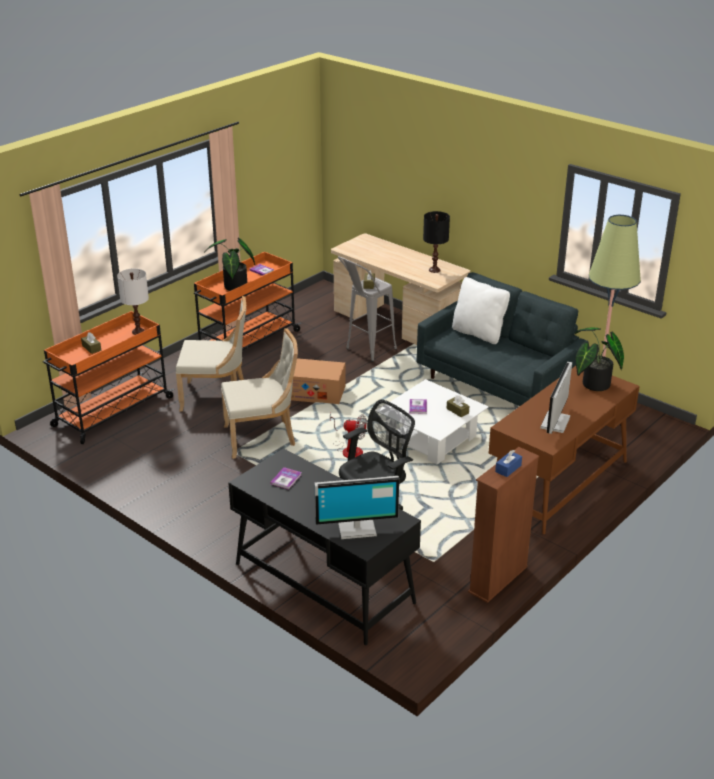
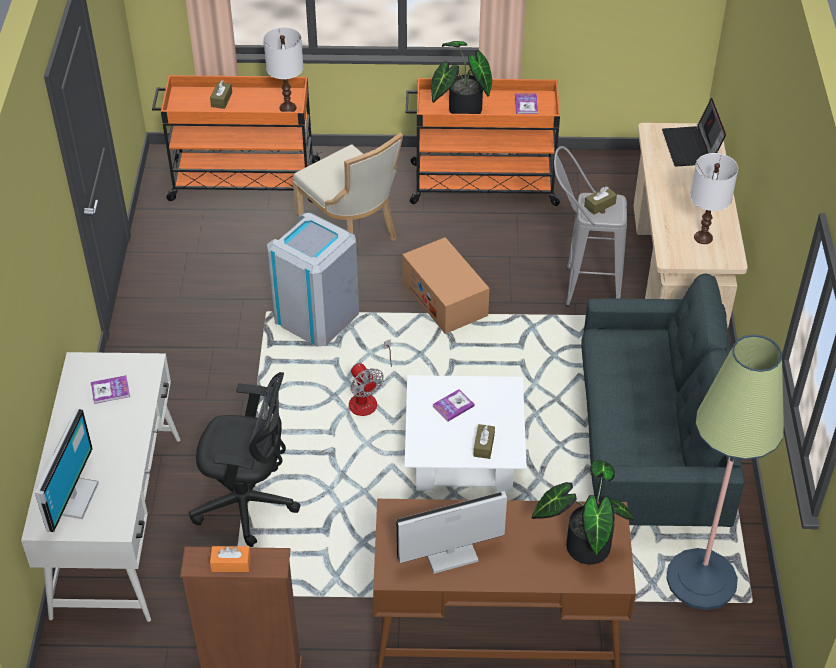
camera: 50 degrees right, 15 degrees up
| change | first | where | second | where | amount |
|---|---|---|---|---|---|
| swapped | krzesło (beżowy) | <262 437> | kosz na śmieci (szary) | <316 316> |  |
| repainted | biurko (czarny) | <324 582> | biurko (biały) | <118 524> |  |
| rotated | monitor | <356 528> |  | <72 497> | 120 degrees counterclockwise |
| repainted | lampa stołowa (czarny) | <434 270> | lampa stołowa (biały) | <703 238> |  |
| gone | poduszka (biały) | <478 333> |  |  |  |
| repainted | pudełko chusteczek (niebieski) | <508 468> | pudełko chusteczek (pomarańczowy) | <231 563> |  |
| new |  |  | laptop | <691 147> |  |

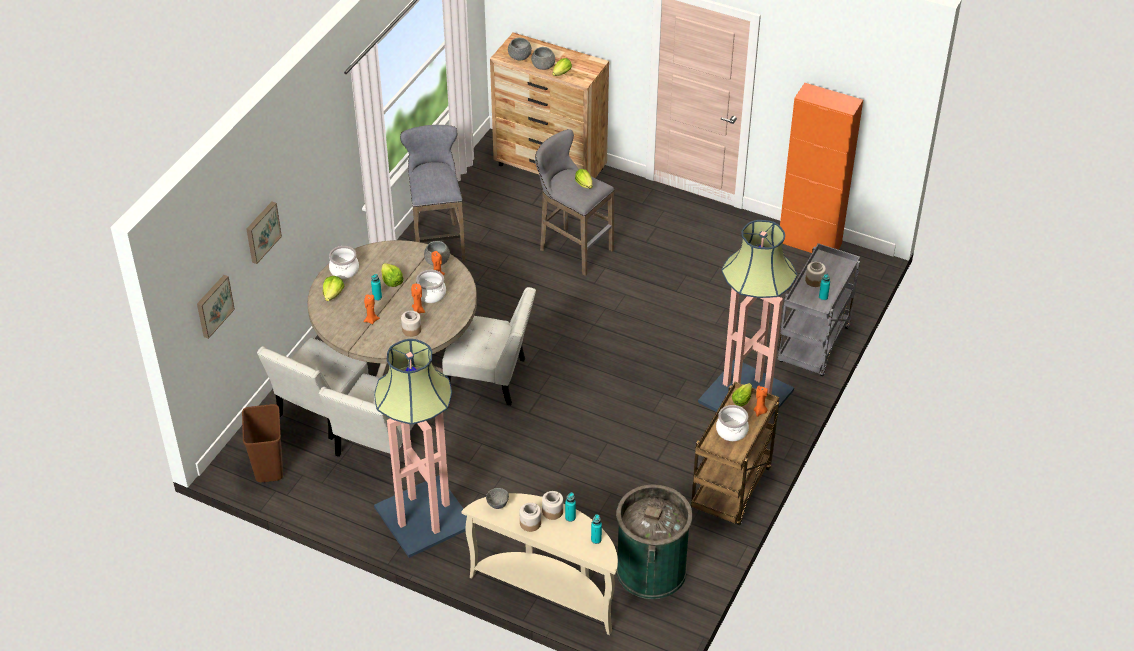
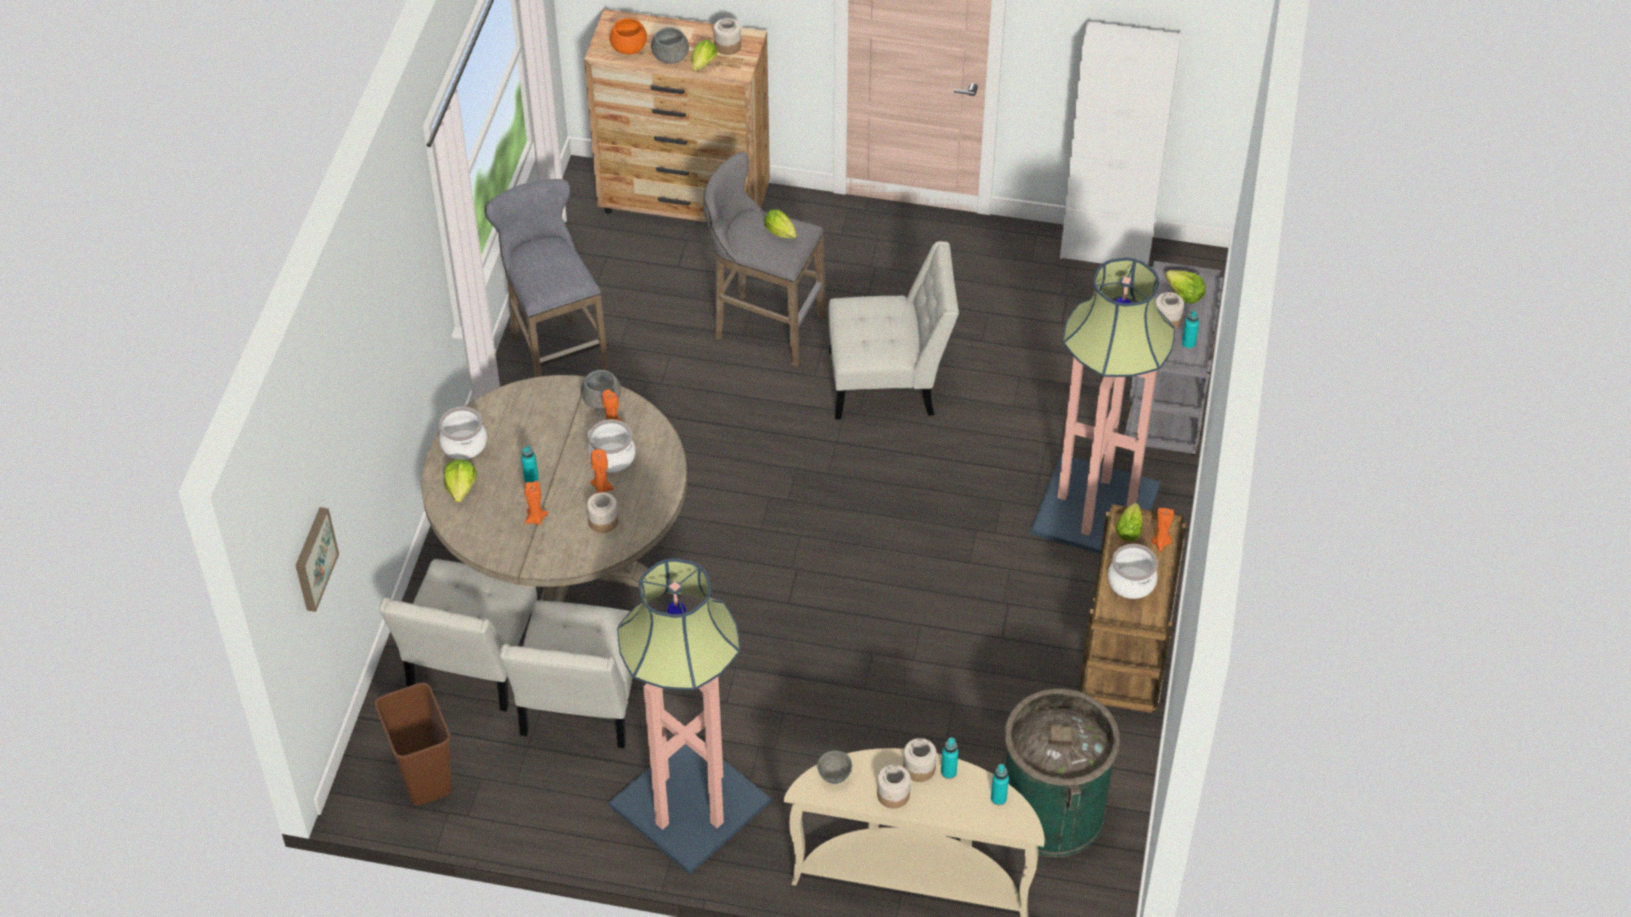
camera: 15 degrees left, 5 degrees up
| change | first | where | second | where | amount |
|---|---|---|---|---|---|
| gone | obraz | <261 231> |  |  |  |
| shifted | sałata | <391 281> |  | <1184 295> |  |
| shifted | krzesło (biały) | <490 378> |  | <889 382> |  |
| repainted | miska (szary) | <520 56> | miska (pomarańczowy) | <629 46> |  |
| repainted | szafka (pomarańczowy) | <809 243> | szafka (biały) | <1105 250> |  |
| new |  |  | słoik | <727 46> |  |

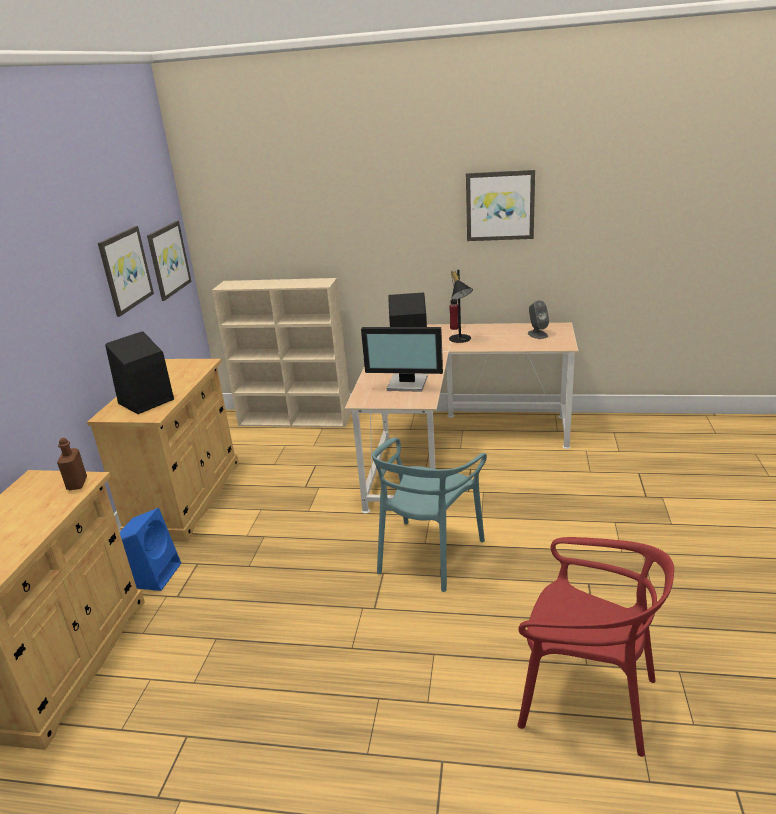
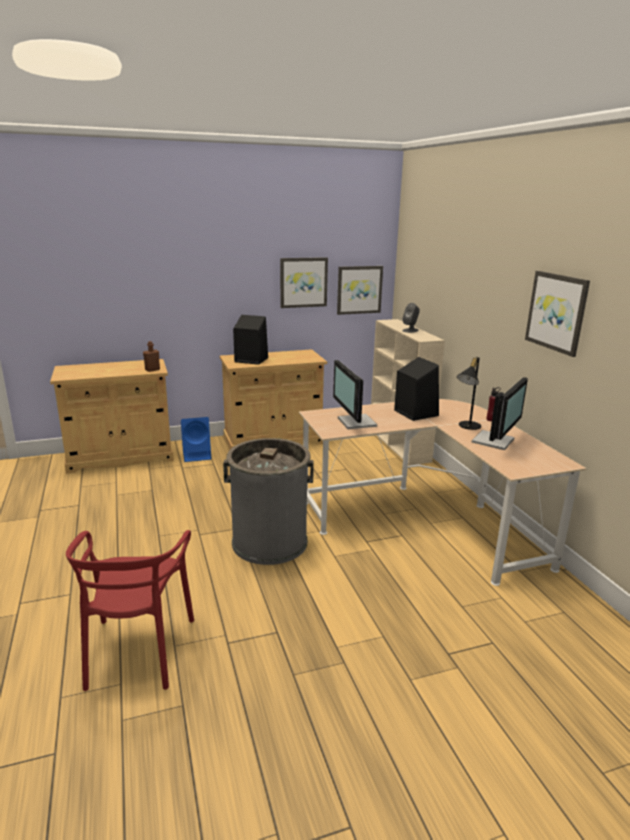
camera: 60 degrees right, 5 degrees down
| change | first | where | second | where | amount |
|---|---|---|---|---|---|
| swapped | krzesło (turkusowy) | <428 554> | kosz na śmieci (szary) | <269 542> |  |
| shifted | głośnik (szary) | <537 334> |  | <410 330> |  |
| new |  |  | monitor | <495 441> |  |

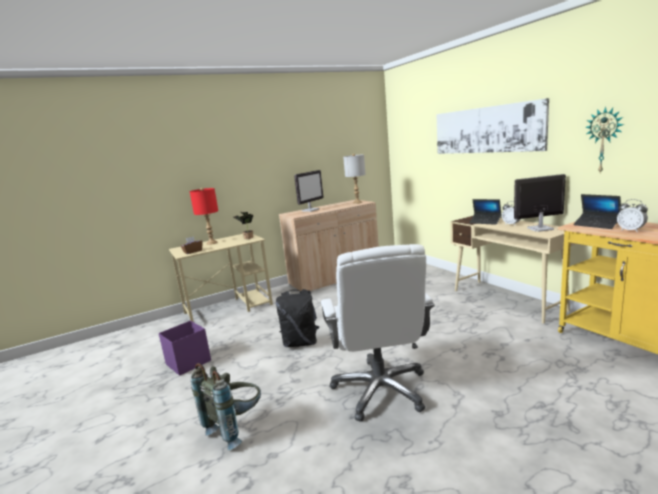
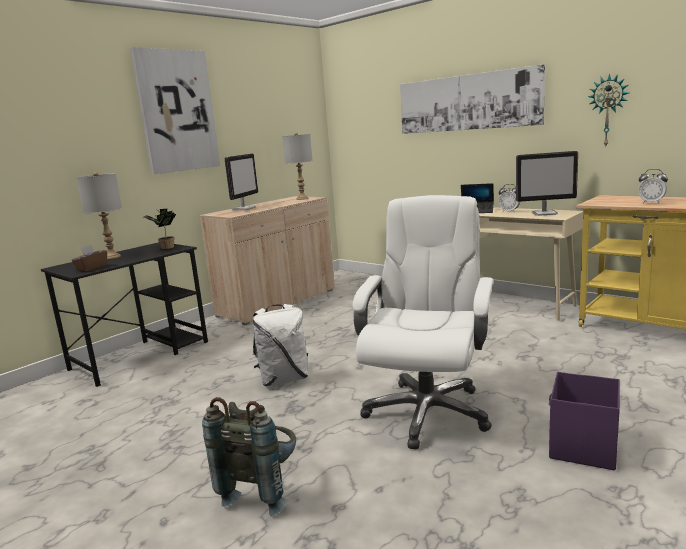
camera: 20 degrees left, 0 degrees up
| change | first | where | second | where | amount |
|---|---|---|---|---|---|
| shifted | pojemnik do przechowywania (fioletowy) | <188 363> |  | <582 448> |  |
| repainted | biurko (beżowy) | <229 308> | biurko (czarny) | <141 355> |  |
| repainted | lampa stołowa (czerwony) | <211 243> | lampa stołowa (szary) | <111 257> |  |
| repainted | plecak (czarny) | <301 343> | plecak (biały) | <284 379> |  |
| rotated | krzesło biurowe (biały) | <380 390> |  | <427 411> | 135 degrees counterclockwise |
| rotated | monitor | <539 229> |  | <544 213> | 150 degrees counterclockwise |
| gone | laptop | <596 224> |  |  |  |
| new |  |  | obraz | <177 111> |  |

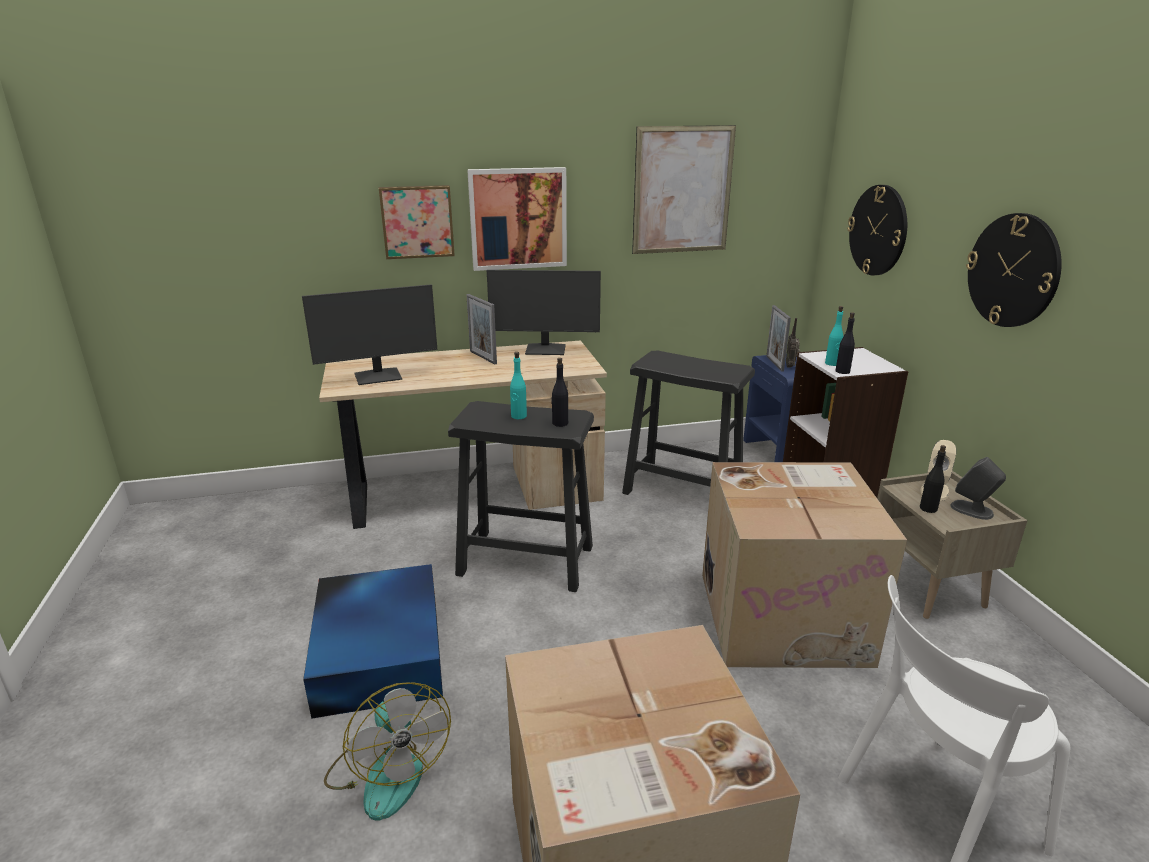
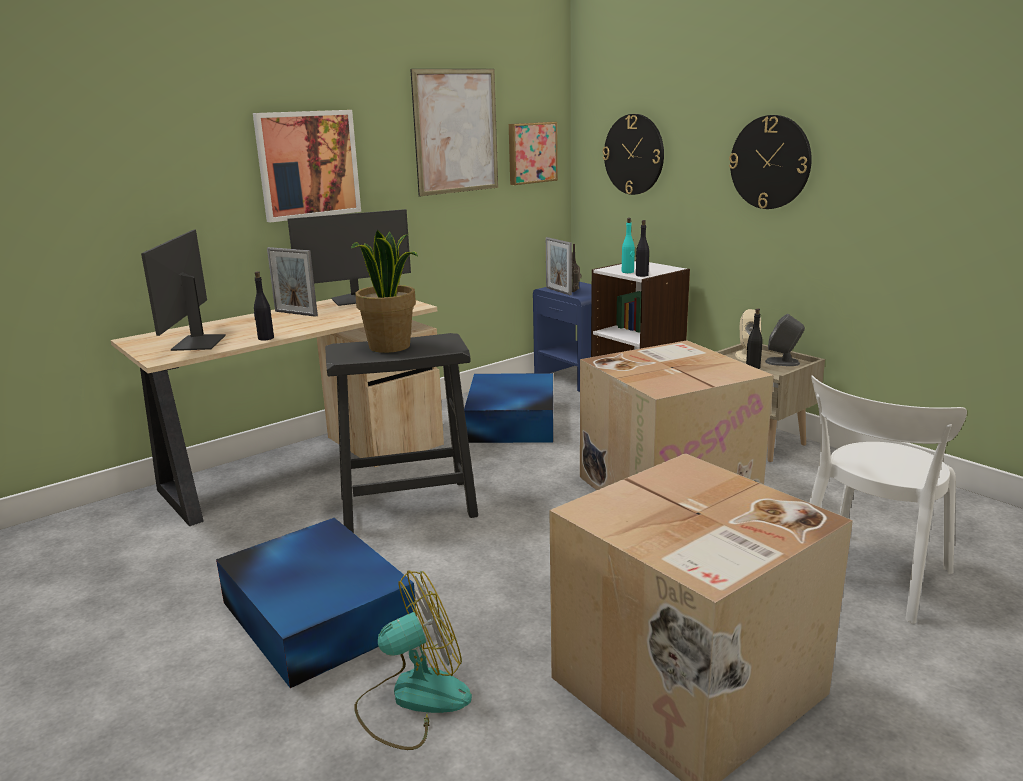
camera: 25 degrees left, 5 degrees down
| change | first | where | second | where | amount |
|---|---|---|---|---|---|
| rotated | monitor | <378 377> |  | <197 343> | 135 degrees clockwise |
| rotated | wentylator | <387 771> |  | <413 699> | 60 degrees counterclockwise |
| shifted | obraz | <417 221> |  | <531 152> |  |
| swapped | butelka (turkusowy) | <518 416> | roślina doniczkowa | <390 347> |  |
| shifted | butelka (czarny) | <560 423> |  | <265 338> |  |
| swapped | stołek (czarny) | <682 490> | pojemnik do przechowywania (niebieski) | <511 422> |  |

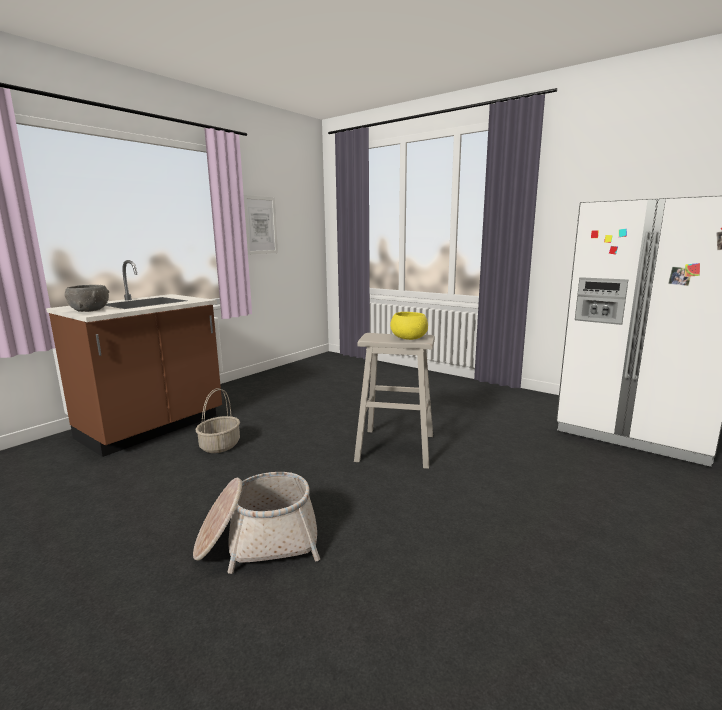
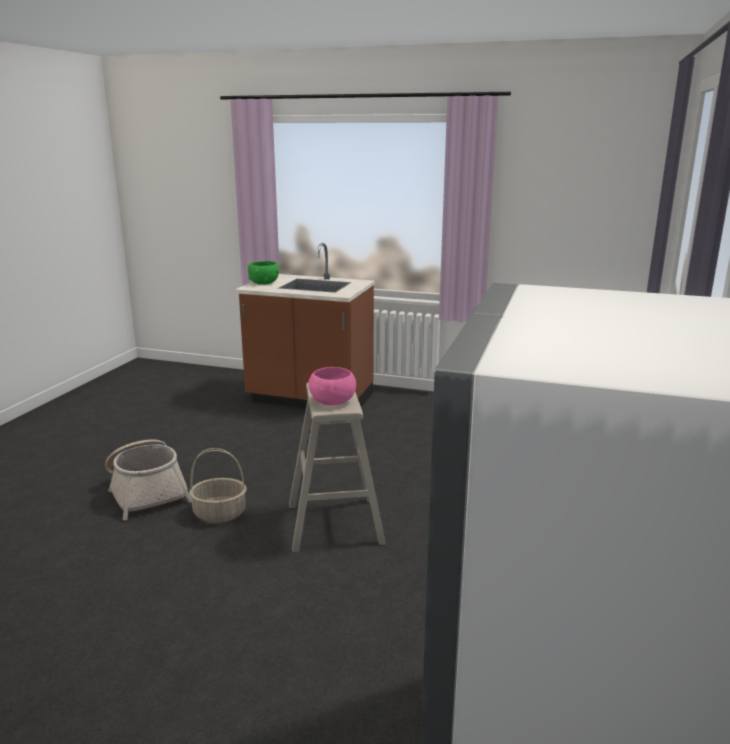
camera: 70 degrees right, 5 degrees up
| change | first | where | second | where | amount |
|---|---|---|---|---|---|
| repainted | miska (szary) | <89 310> | miska (zielony) | <264 283> |  |
| shifted | koszyk | <220 445> |  | <220 513> |  |
| gone | obraz | <260 225> |  |  |  |
| repainted | miska (żółty) | <409 338> | miska (różowy) | <332 401> |  |

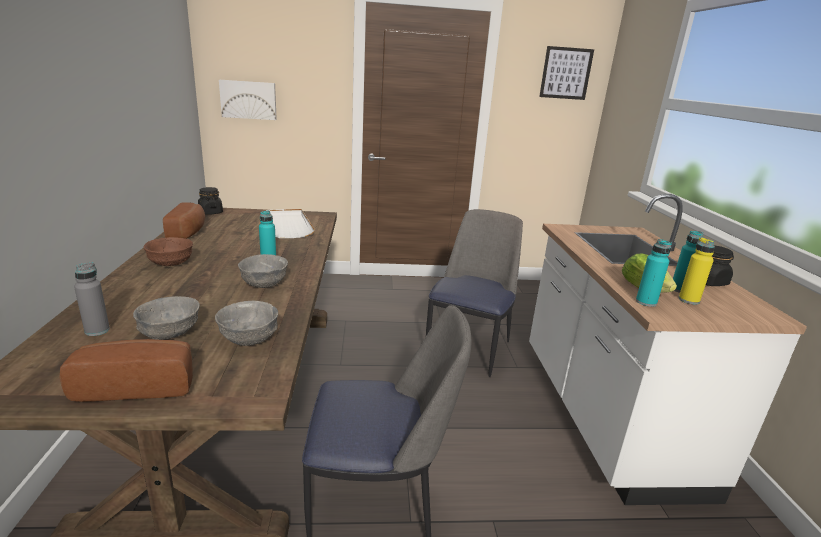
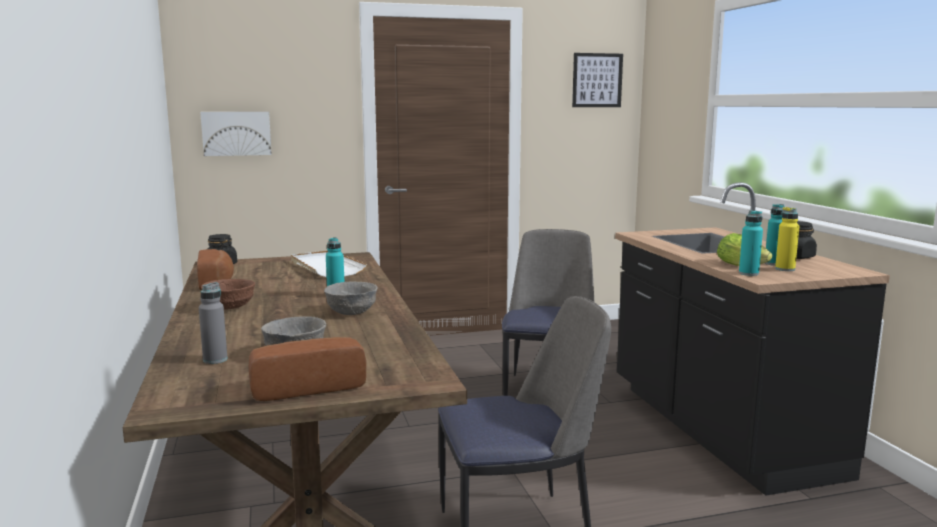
camera: 10 degrees left, 10 degrees down
| change | first | where | second | where | amount |
|---|---|---|---|---|---|
| gone | miska (szary) | <250 338> |  |  |  |
| repainted | zabudowa kuchenna (biały) | <604 416> | zabudowa kuchenna (czarny) | <718 430> |  |

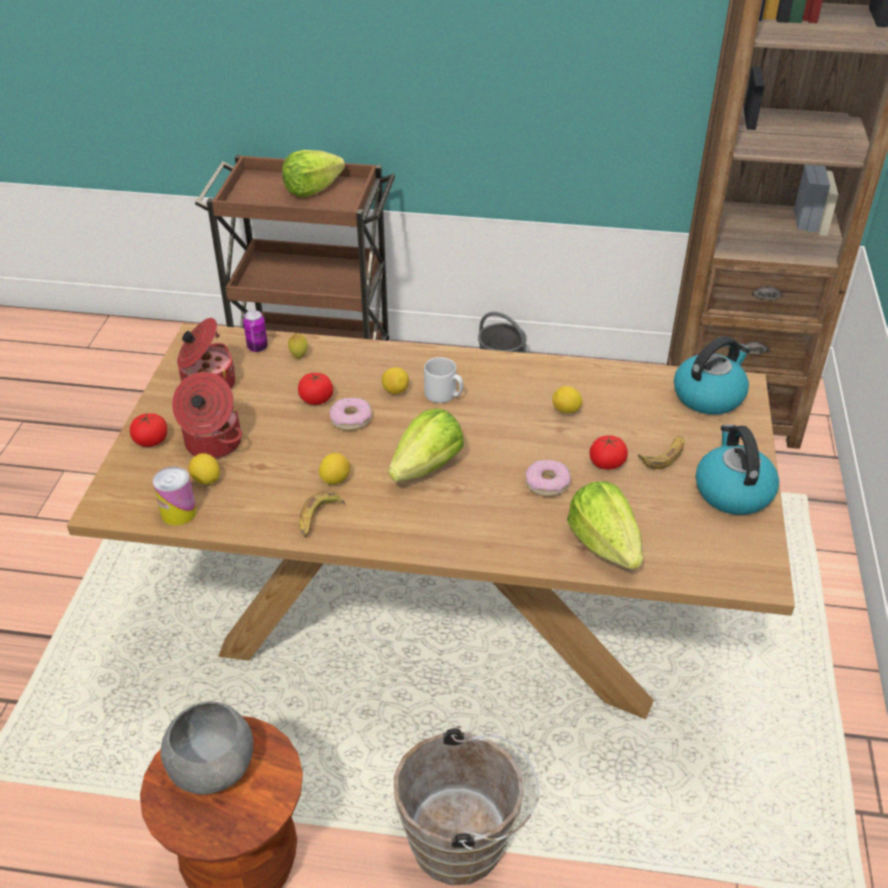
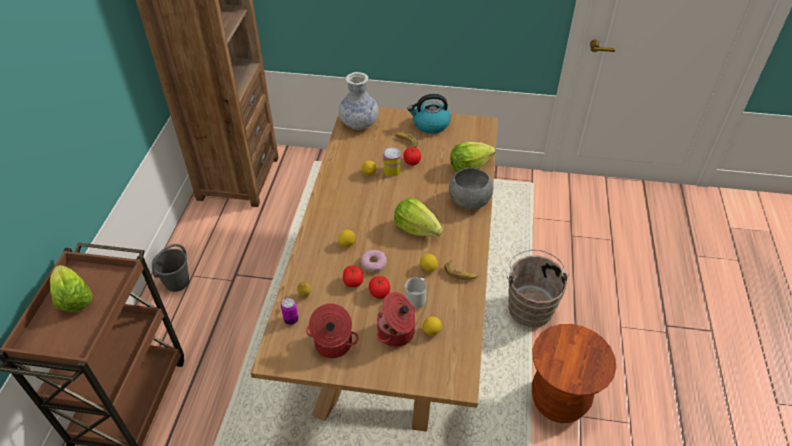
camera: 90 degrees left, 5 degrees up
| change | first | where | second | where | amount |
|---|---|---|---|---|---|
| shifted | pomidor | <151 441> |  | <379 293> |  |
| shifted | puszka | <178 513> |  | <392 170> |  |
| shifted | miska (szary) | <212 768> |  | <470 201> |  |
| shifted | kubek (szary) | <444 395> |  | <416 298> |  |
| gone | donut | <547 483> |  |  |  |
| swapped | czajnik | <709 395> | wazon | <359 123> |  |

